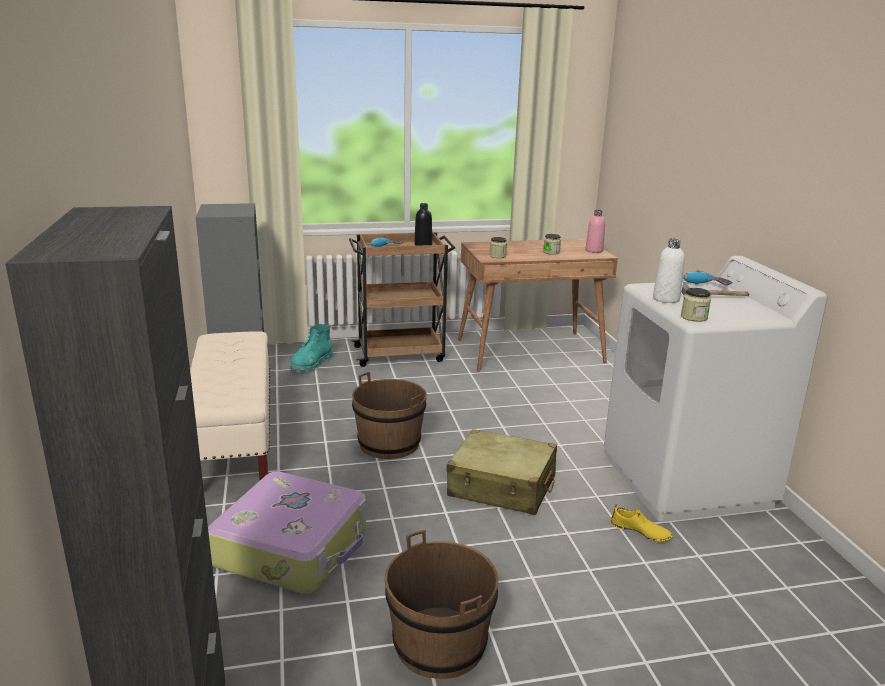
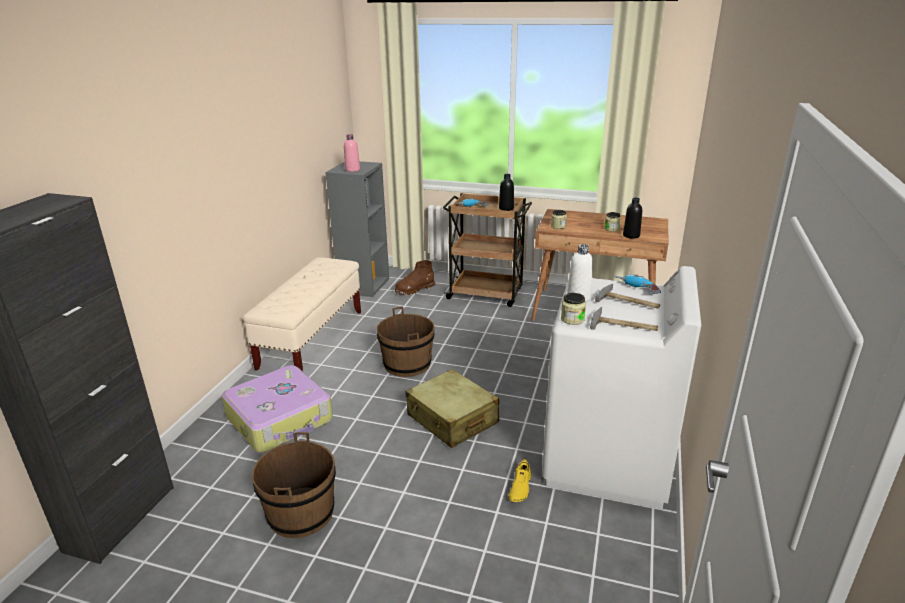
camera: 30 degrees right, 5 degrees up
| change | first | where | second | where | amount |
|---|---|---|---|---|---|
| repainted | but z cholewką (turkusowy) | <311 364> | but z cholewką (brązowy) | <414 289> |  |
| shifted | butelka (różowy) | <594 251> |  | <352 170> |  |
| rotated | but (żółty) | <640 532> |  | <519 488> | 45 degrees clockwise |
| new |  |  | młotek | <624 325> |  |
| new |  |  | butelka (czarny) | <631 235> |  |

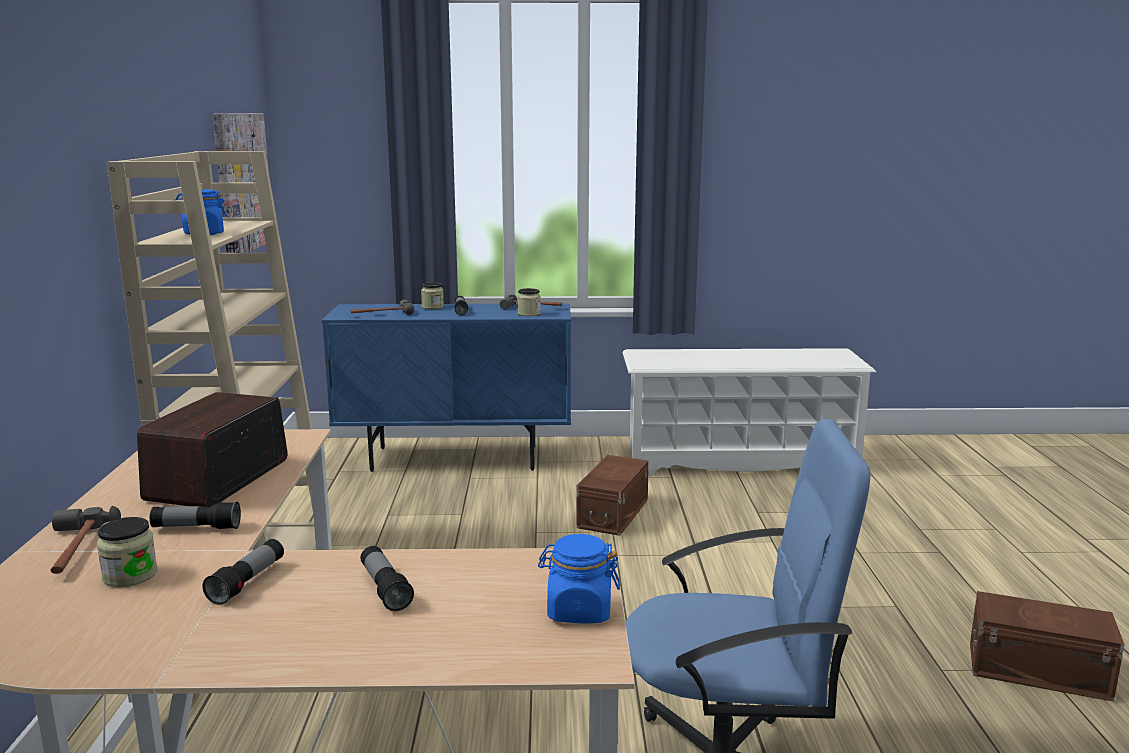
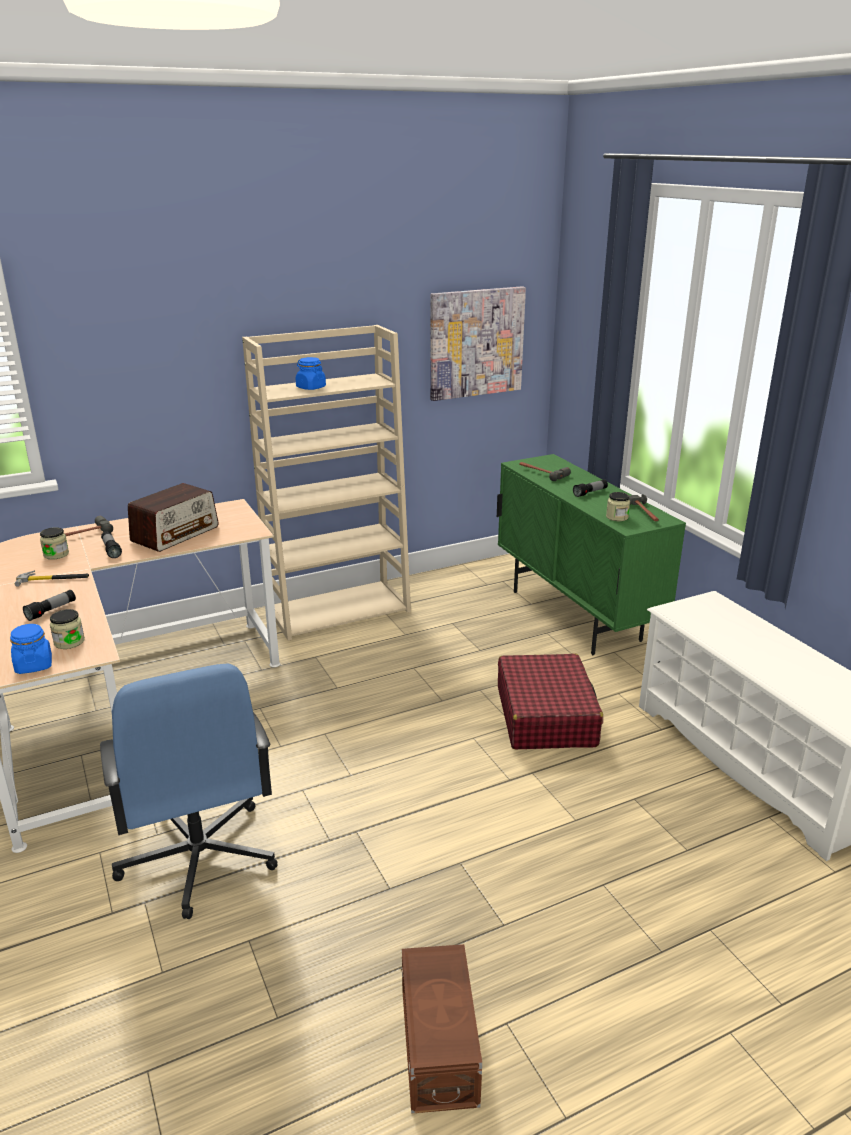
camera: 65 degrees right, 10 degrees up
| change | first | where | second | where | amount |
|---|---|---|---|---|---|
| rotated | radio | <218 480> |  | <176 534> | 135 degrees clockwise |
| swapped | latarka | <248 582> | młotek | <53 579> |  |
| repainted | szafka (niebieski) | <456 459> | szafka (zielony) | <575 616> |  |
| shifted | słoik | <432 307> |  | <69 642> |  |
| swapped | pojemnik do przechowywania (brązowy) | <611 514> | walizka (czerwony) | <546 716> |  |

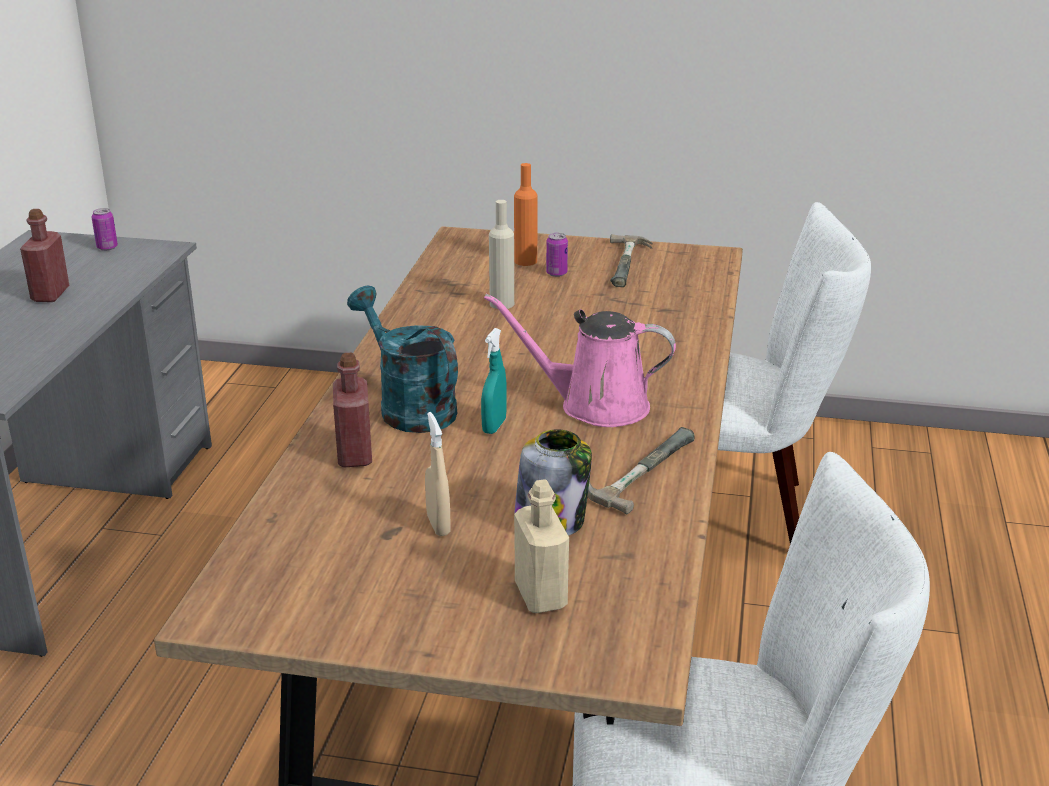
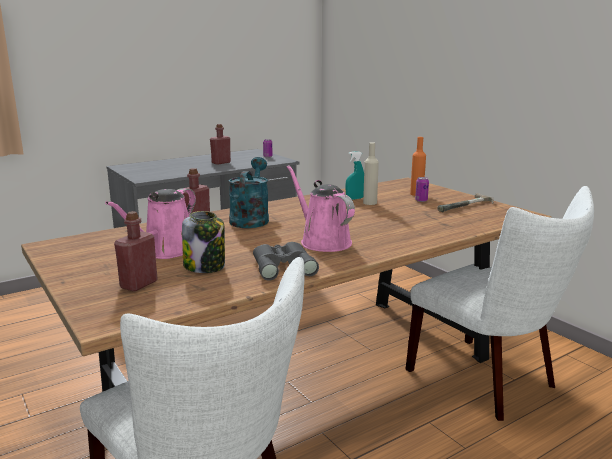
camera: 45 degrees right, 10 degrees down
| change | first | where | second | where | amount |
|---|---|---|---|---|---|
| swapped | spryskiwacz (beżowy) | <438 525> | konewka (różowy) | <166 251> |  |
| shifted | spryskiwacz (turkusowy) | <494 426> |  | <354 198> |  |
| repainted | butelka (beżowy) | <540 595> | butelka (czerwony) | <139 284> |  |
| swapped | młotek | <637 470> | lornetka (szary) | <283 266> |  |

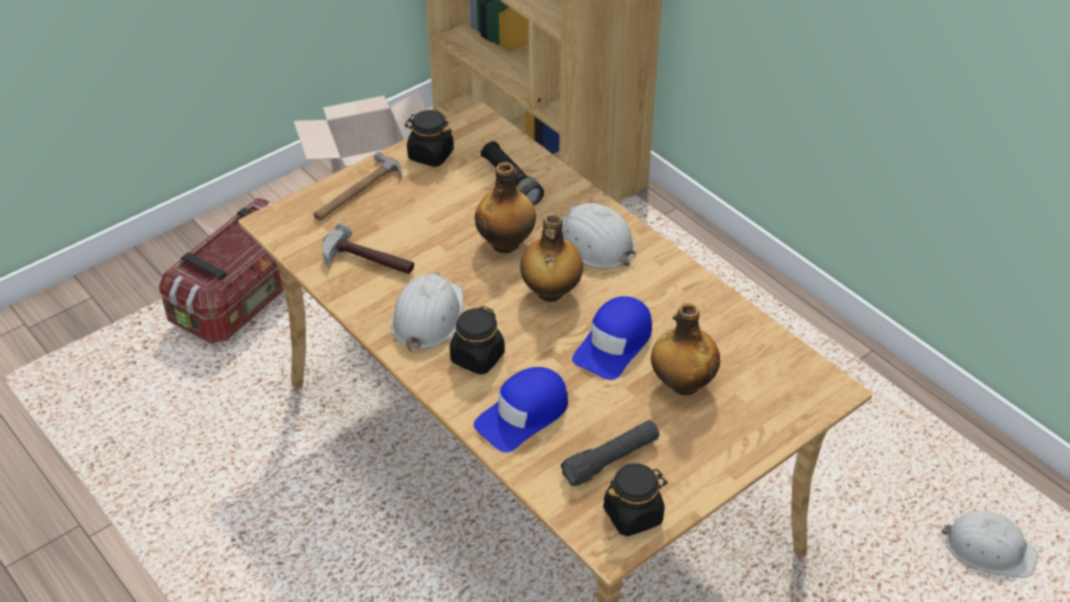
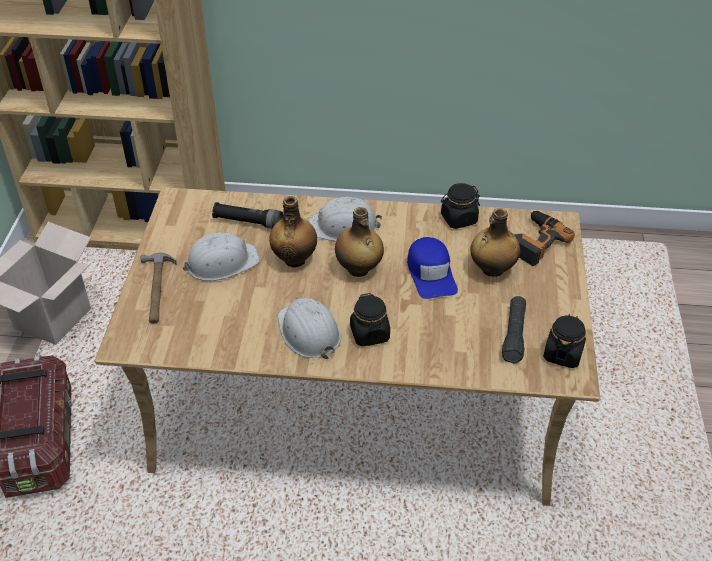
camera: 45 degrees left, 0 degrees up
| change | first | where | second | where | amount |
|---|---|---|---|---|---|
| gone | młotek | <366 263> |  |  |  |
| shifted | słoik (czarny) | <430 155> |  | <458 219> |  |
| gone | czapka z daszkiem (niebieski) | <523 415> |  |  |  |
| shifted | kask (biały) | <988 549> |  | <221 262> |  |
| new |  |  | wiertarka | <535 241> |  |

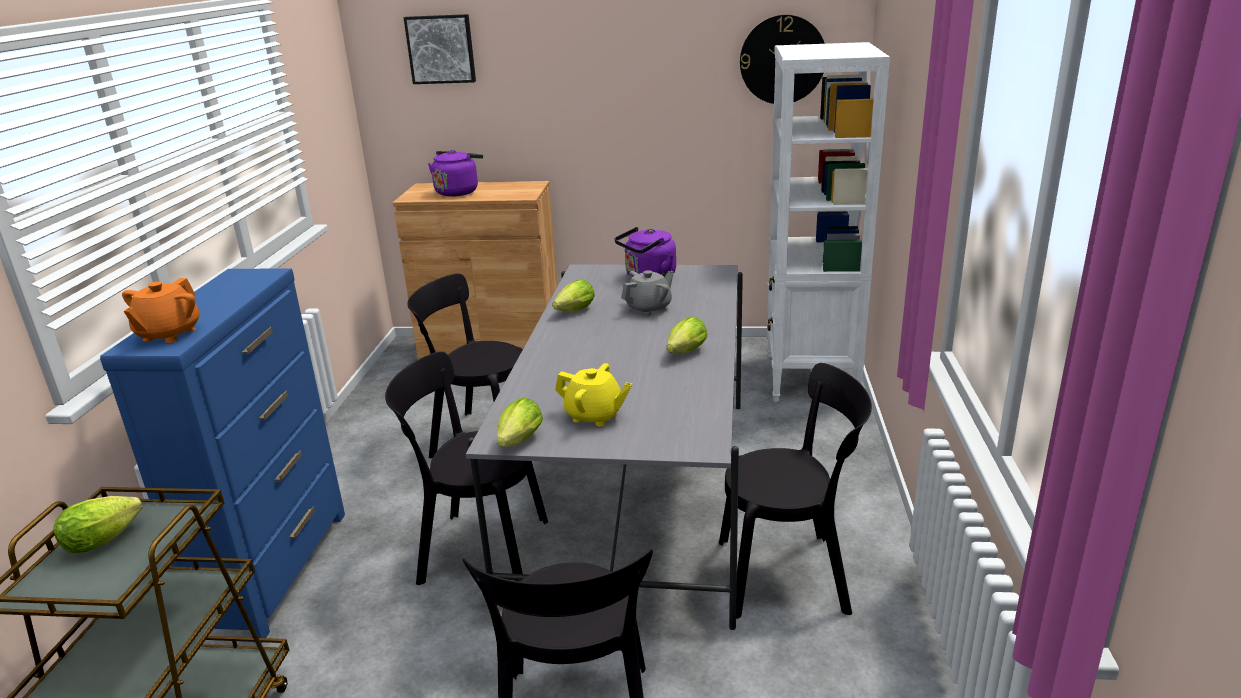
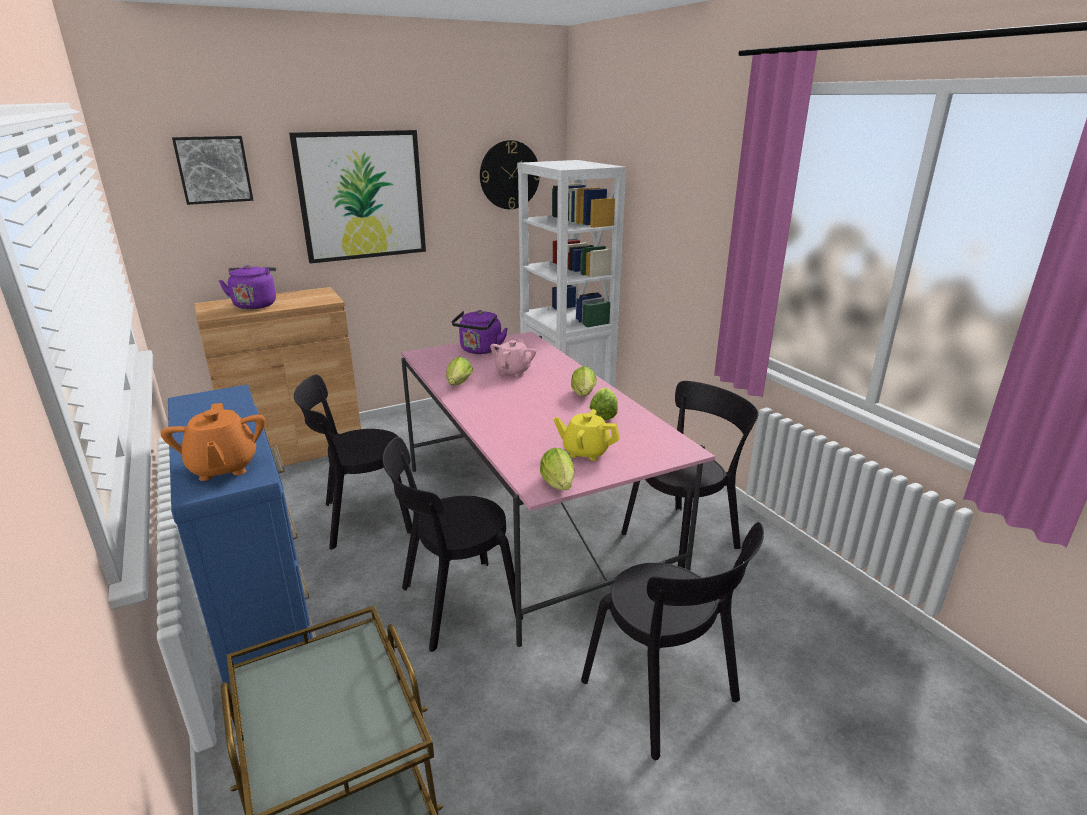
camera: 35 degrees left, 0 degrees up
| change | first | where | second | where | amount |
|---|---|---|---|---|---|
| shifted | sałata | <107 539> |  | <603 414> |  |
| repainted | stół jadalny (szary) | <637 493> | stół jadalny (różowy) | <532 520> |  |
| rotated | imbryk (żółty) | <594 416> |  | <585 452> | 150 degrees counterclockwise |
| repainted | imbryk (szary) | <649 308> | imbryk (różowy) | <513 371> |  |
| new |  |  | obraz | <362 196> |  |

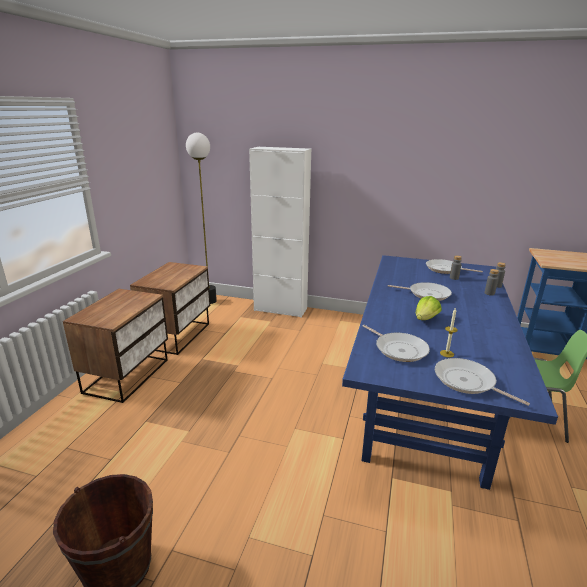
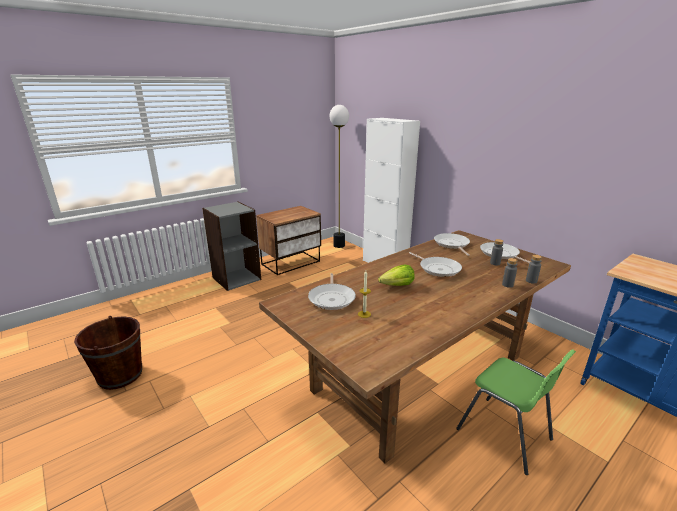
camera: 35 degrees right, 0 degrees up
| change | first | where | second | where | amount |
|---|---|---|---|---|---|
| swapped | szafka nocna | <128 375> | regał (szary) | <236 278> |  |
| repainted | stół jadalny (niebieski) | <424 400> | stół jadalny (brązowy) | <419 373> |  |
| shifted | patelnia | <467 382> |  | <452 244> |  |

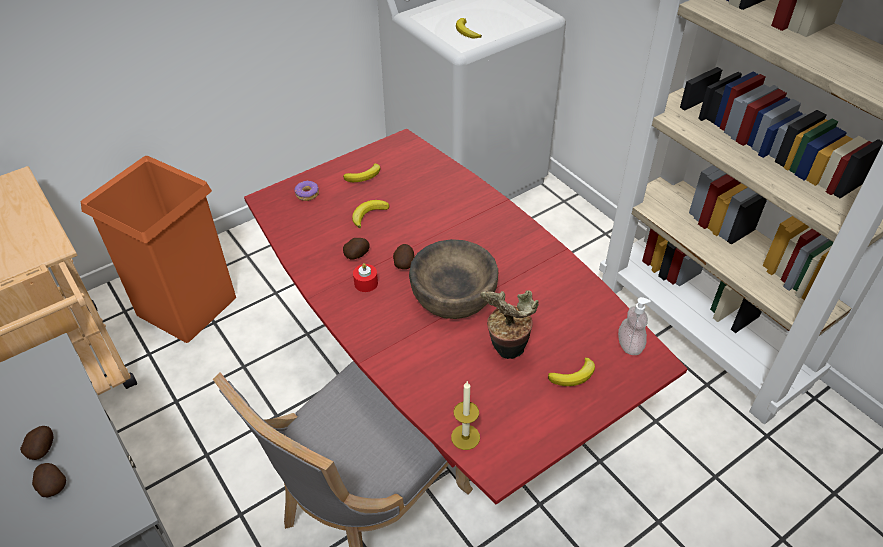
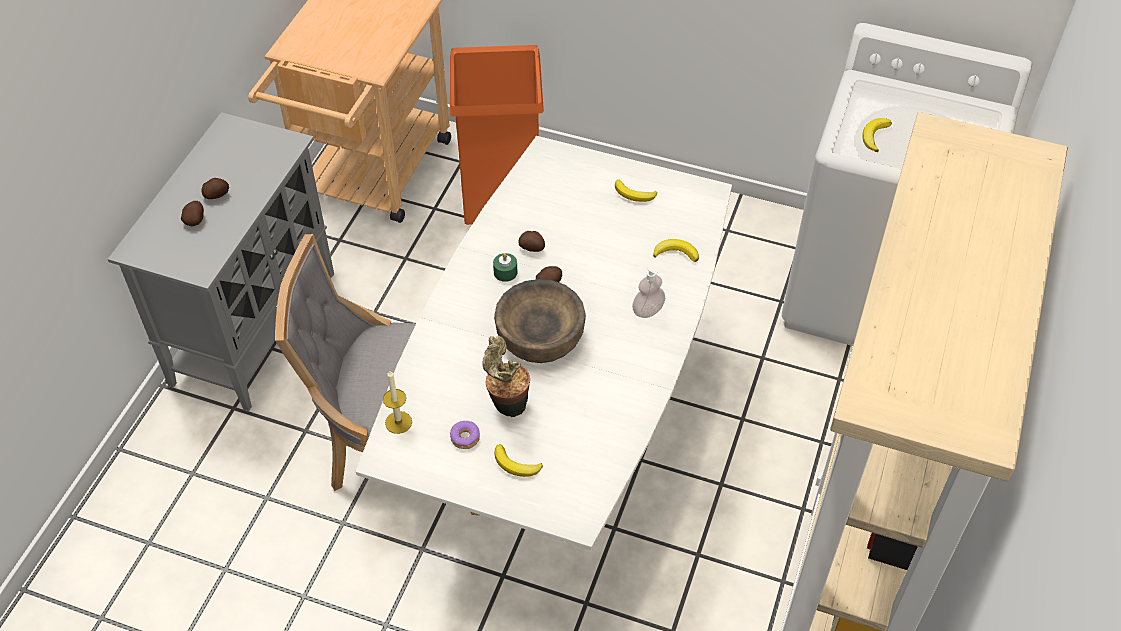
camera: 55 degrees right, 5 degrees up
| change | first | where | second | where | amount |
|---|---|---|---|---|---|
| repainted | stół jadalny (czerwony) | <442 394> | stół jadalny (biały) | <560 437> |  |
| shifted | donut | <307 194> |  | <465 438> |  |
| shifted | banan | <368 214> |  | <676 253> |  |
| repainted | świeca (czerwony) | <366 283> | świeca (zielony) | <505 272> |  |
| shifted | dozownik mydła | <629 345> |  | <648 310> |  |

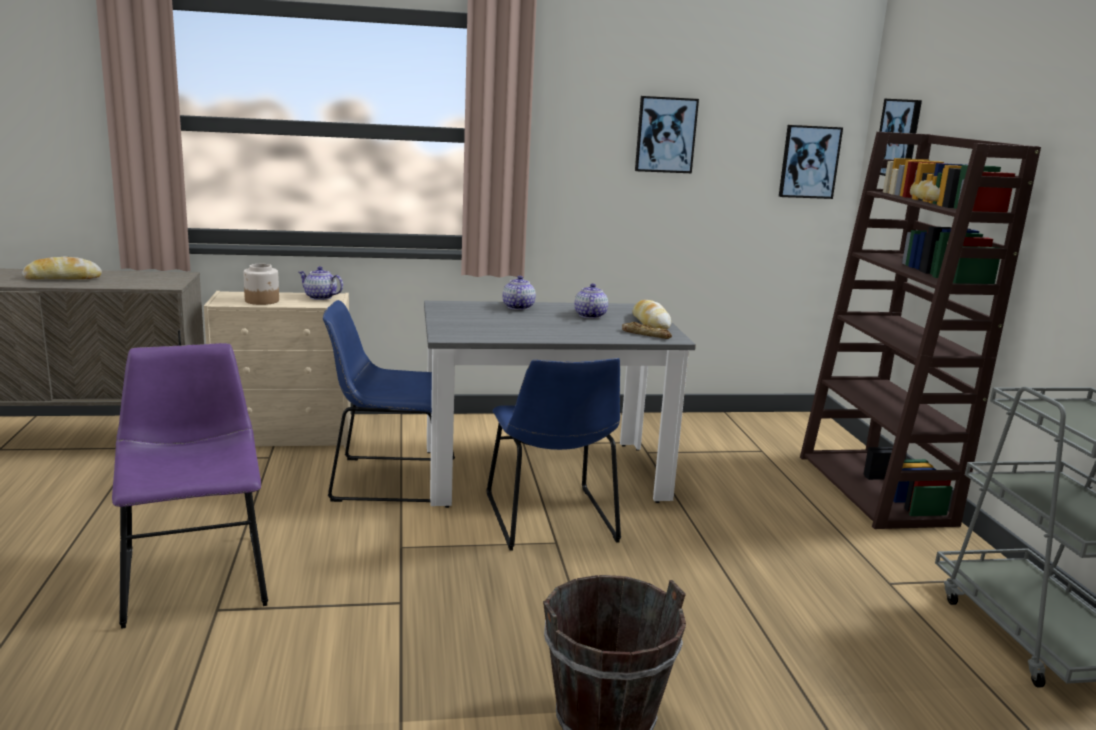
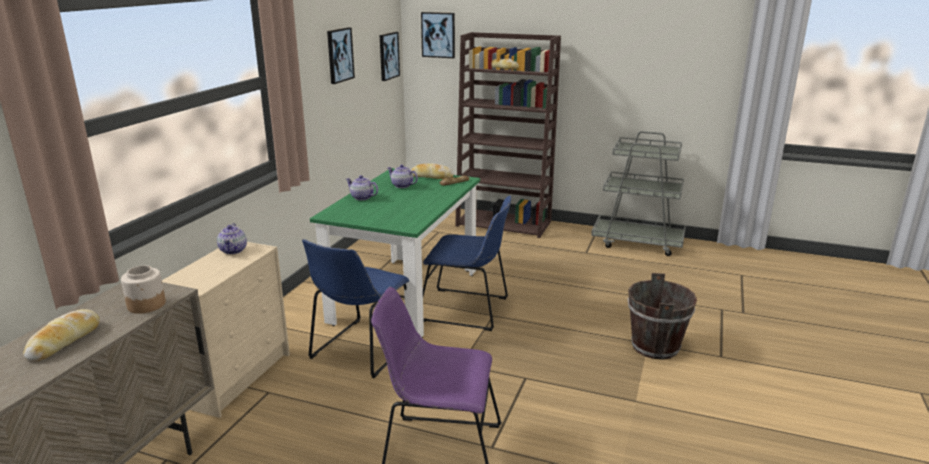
camera: 60 degrees left, 5 degrees up
| change | first | where | second | where | amount |
|---|---|---|---|---|---|
| shifted | słoik | <262 301> |  | <147 305> |  |
| rotated | imbryk | <320 297> |  | <233 250> | 60 degrees counterclockwise |
| repainted | stół jadalny (szary) | <543 473> | stół jadalny (zielony) | <405 296> |  |

